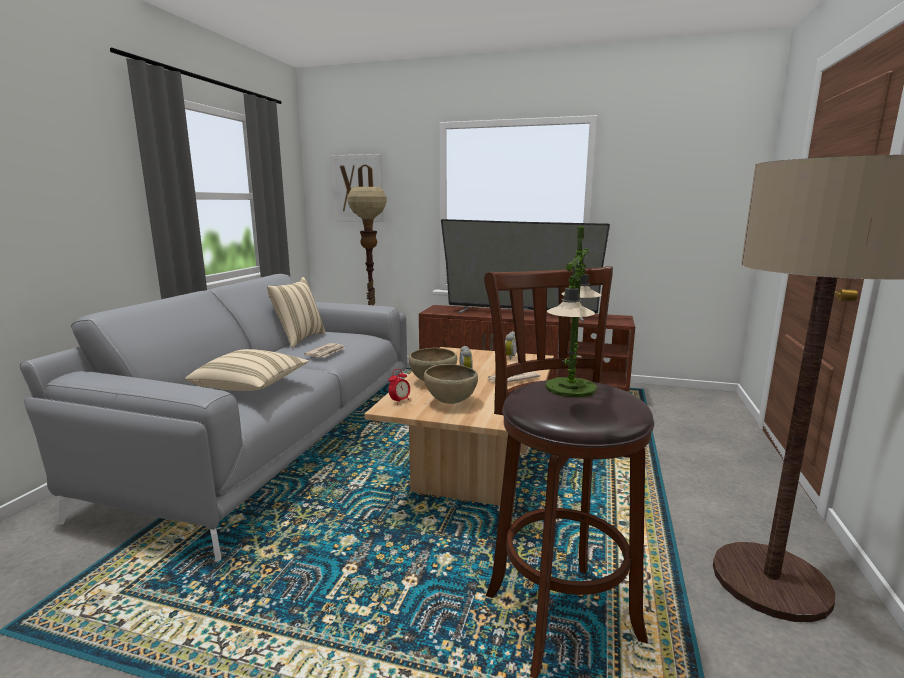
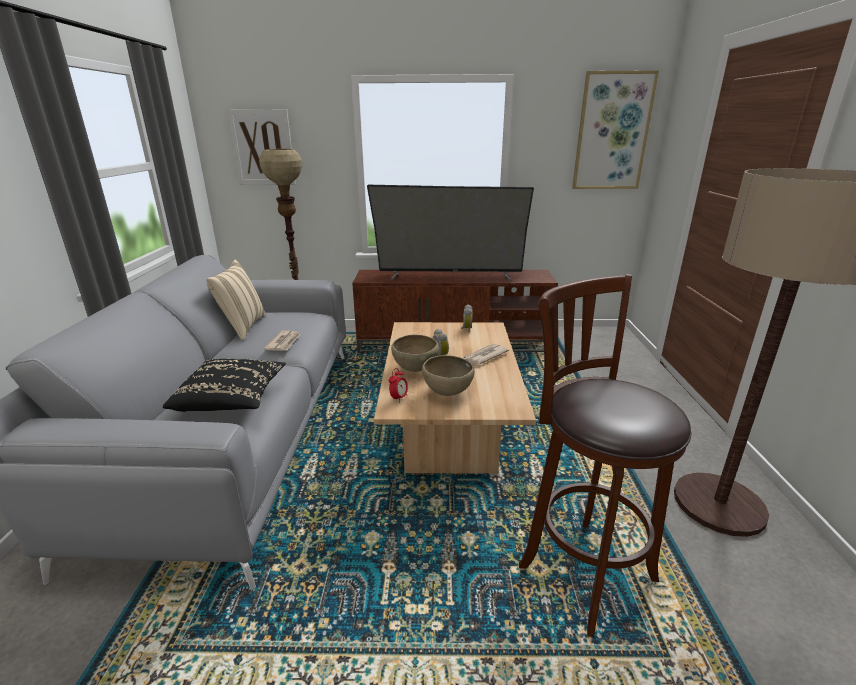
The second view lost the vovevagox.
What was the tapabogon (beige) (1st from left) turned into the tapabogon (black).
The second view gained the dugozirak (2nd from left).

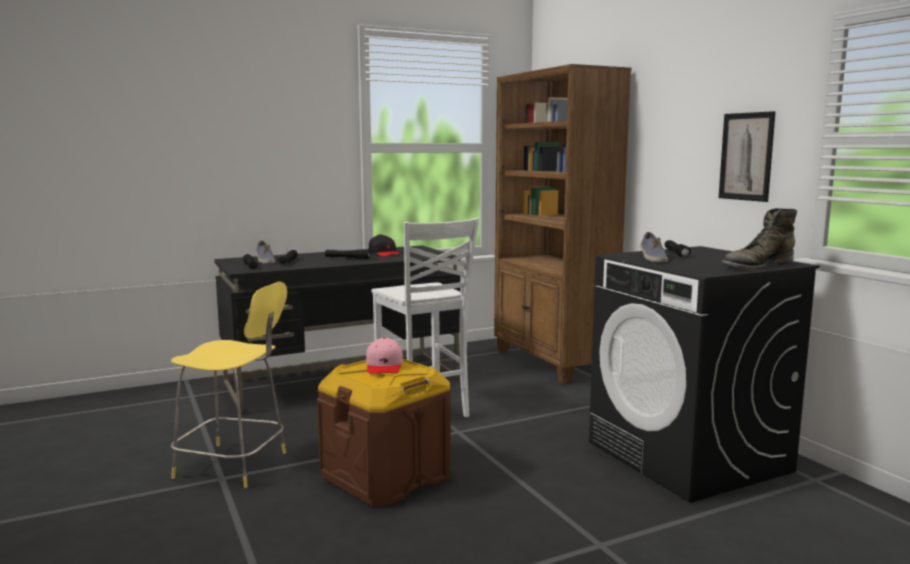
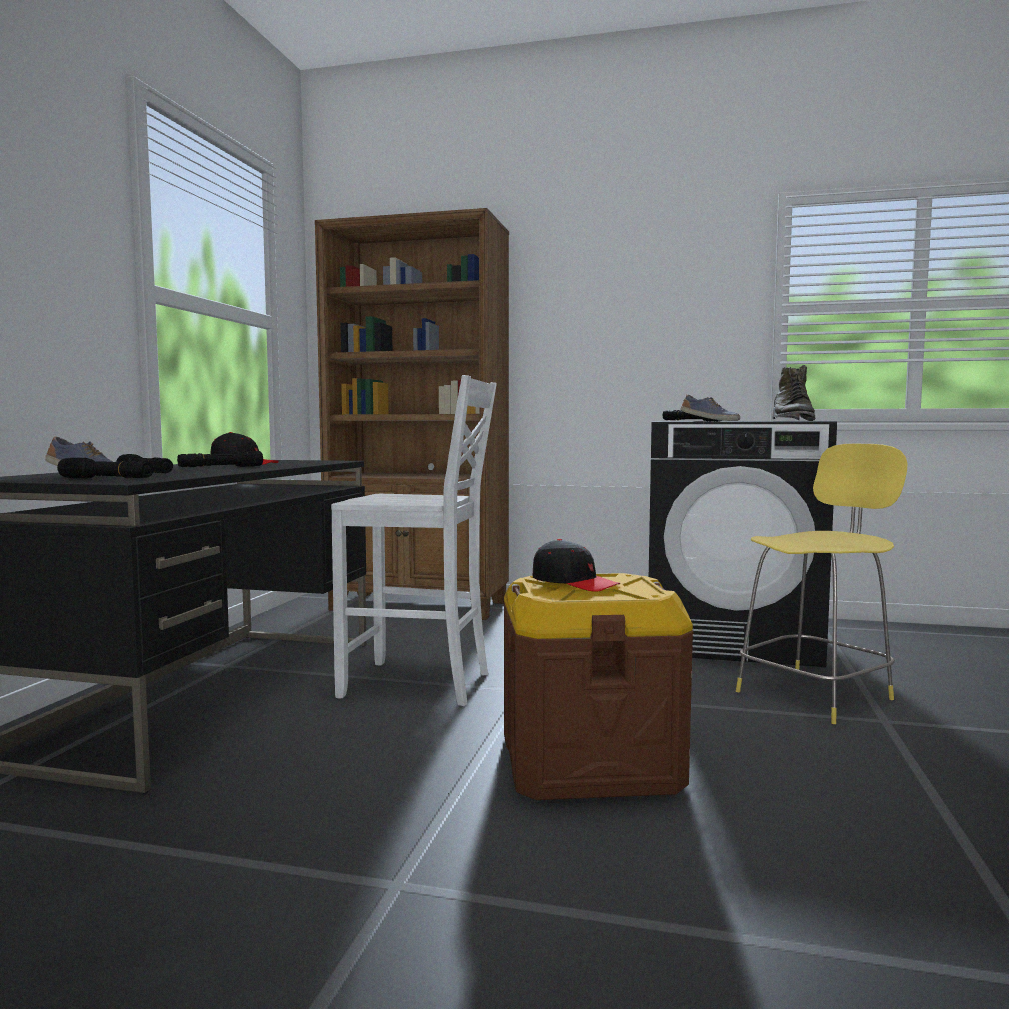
The second view lost the dugozirak.
The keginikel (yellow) ended up elsewhere.
What was the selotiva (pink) turned into the selotiva (black) (2nd from left).

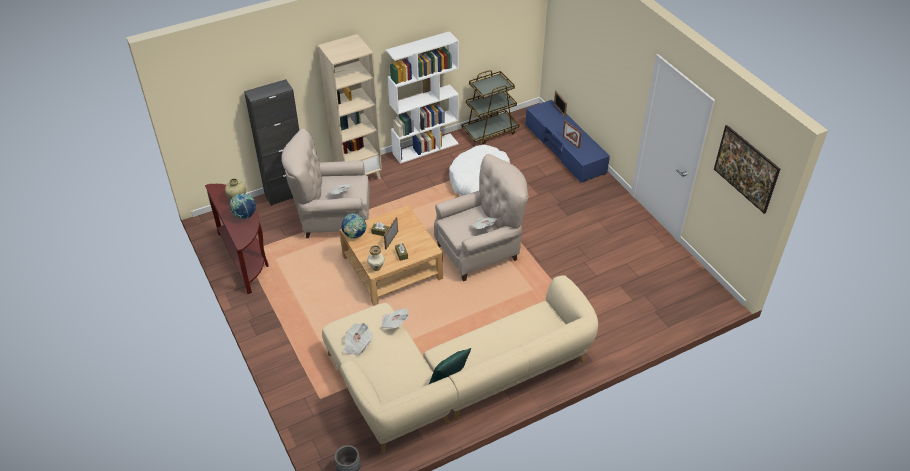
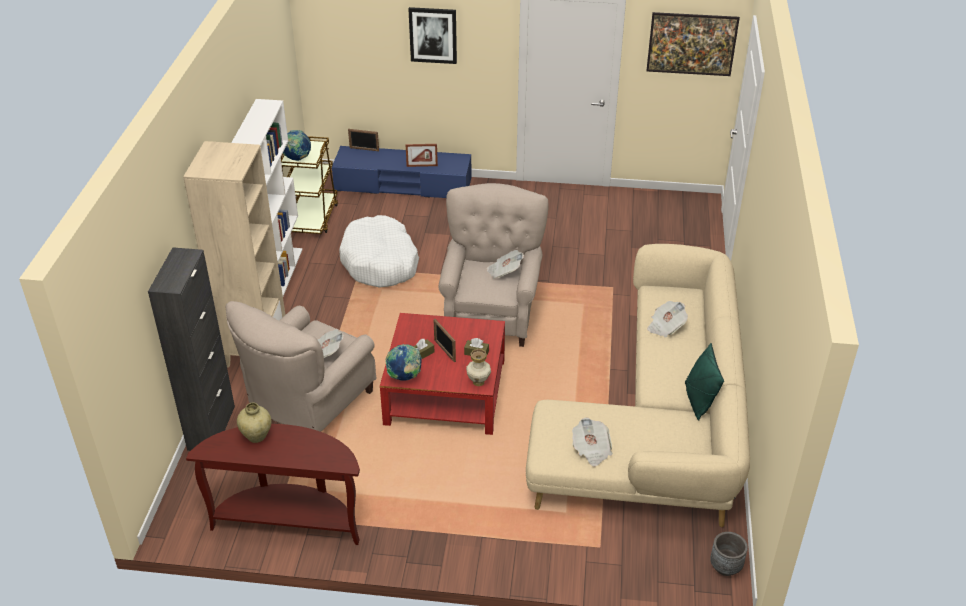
The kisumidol (1st from left) ended up elsewhere.
What was the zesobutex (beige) turned into the zesobutex (red).
The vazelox (3rd from left in the first image) ended up elsewhere.
The second view gained the dugozirak (1st from left).

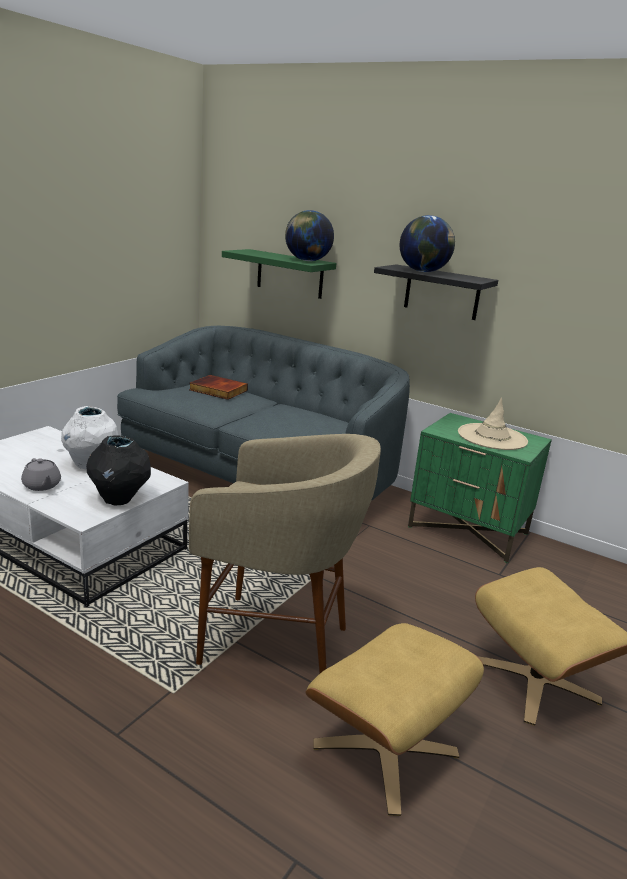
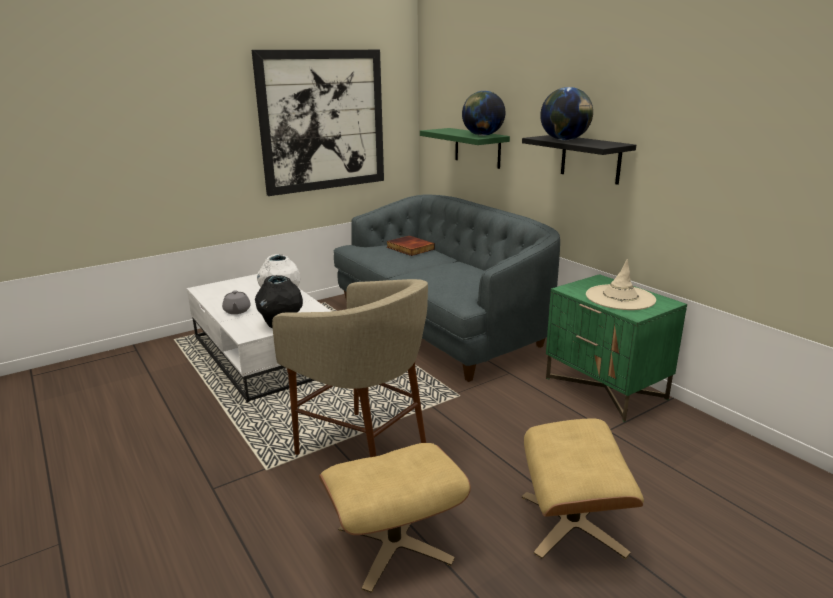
The second view gained the dugozirak.

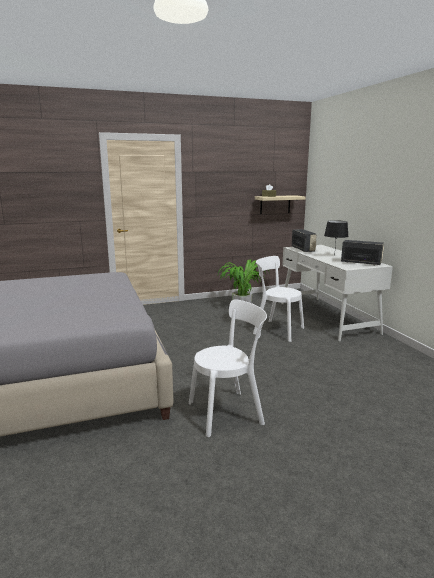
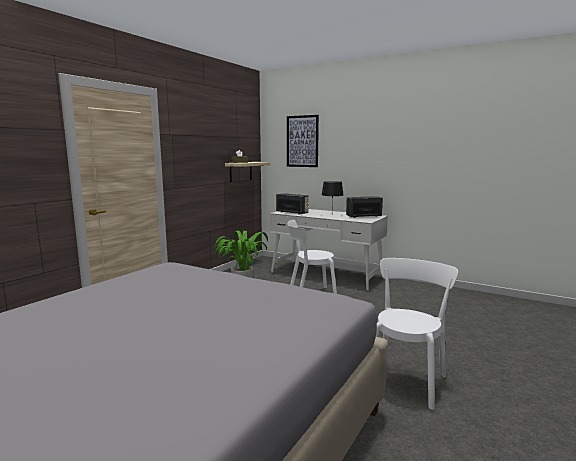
The second view gained the dugozirak.

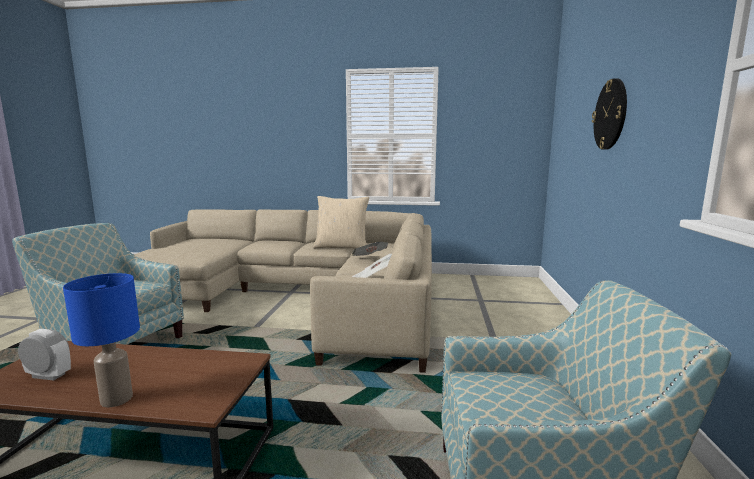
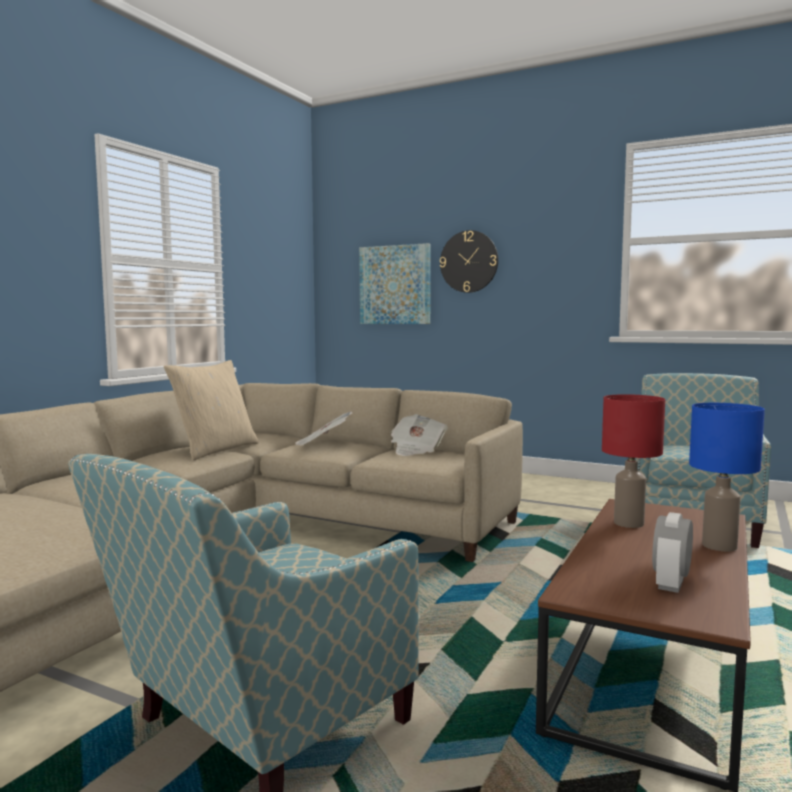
The second view gained the dugozirak.
The second view gained the vovevagox (red).

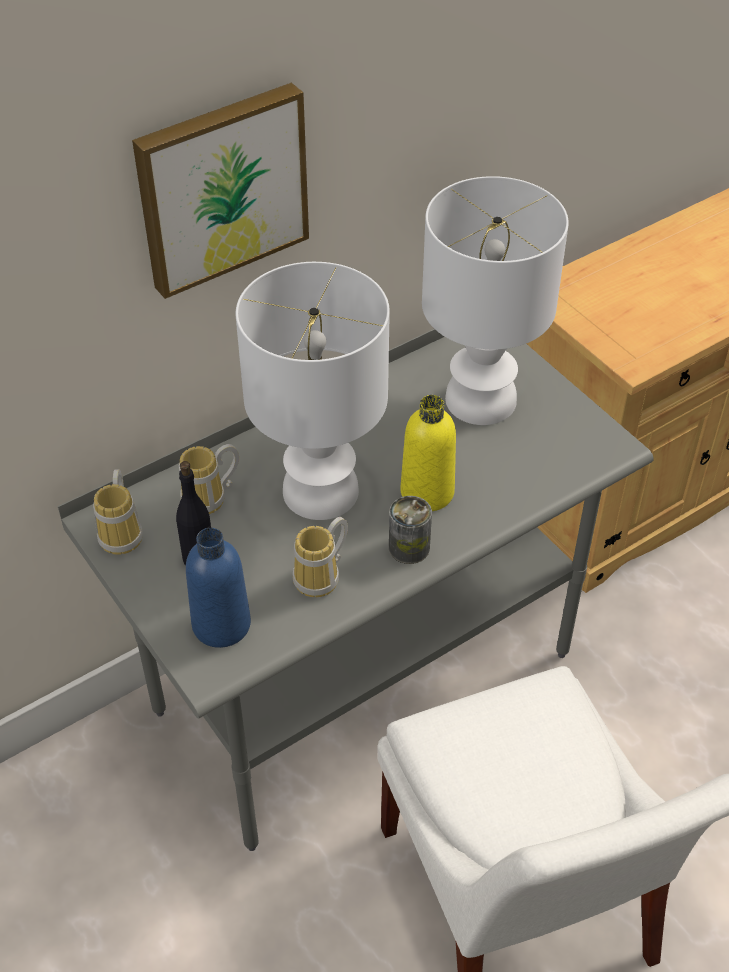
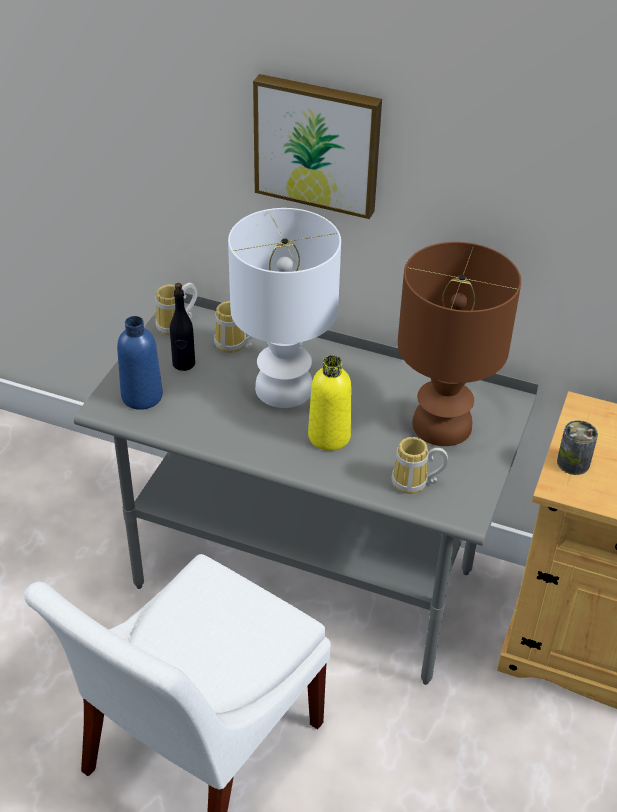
What was the vovevagox (white) (2nd from left) turned into the vovevagox (brown).
The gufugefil ended up elsewhere.
The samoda (3rd from left) ended up elsewhere.

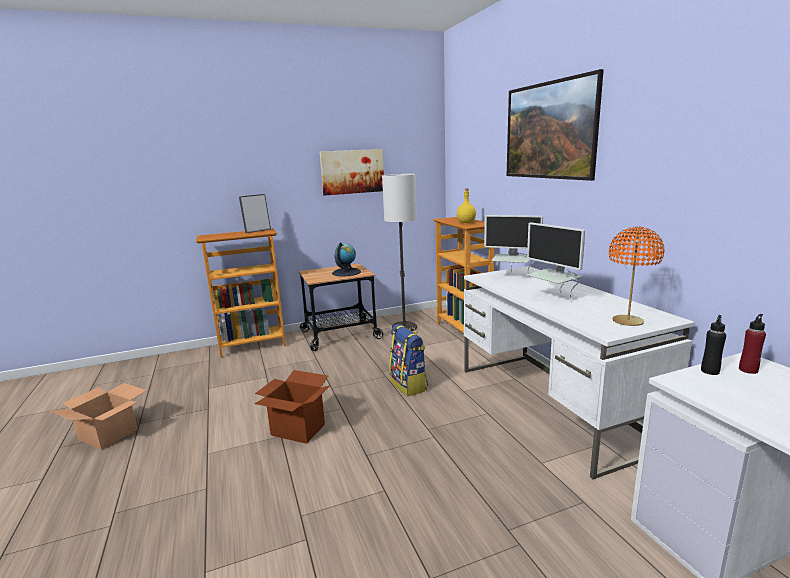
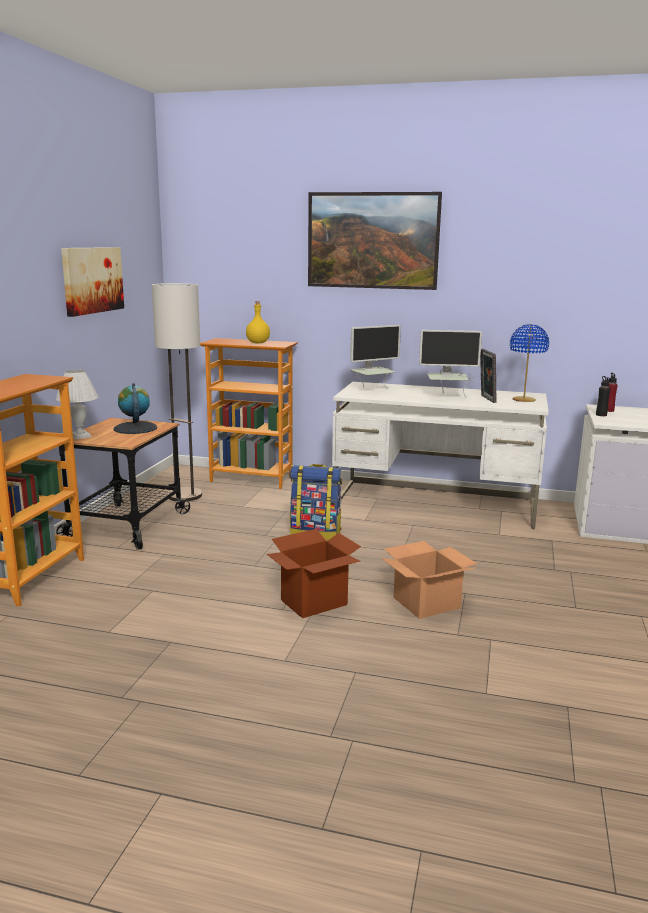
The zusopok ended up elsewhere.
What was the vovevagox (orange) turned into the vovevagox (blue).
The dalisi (1st from left in the first image) ended up elsewhere.
The second view gained the vovevagox (white).

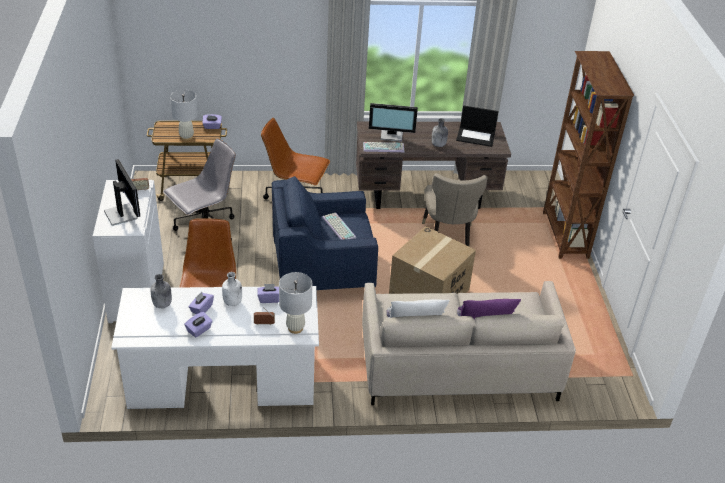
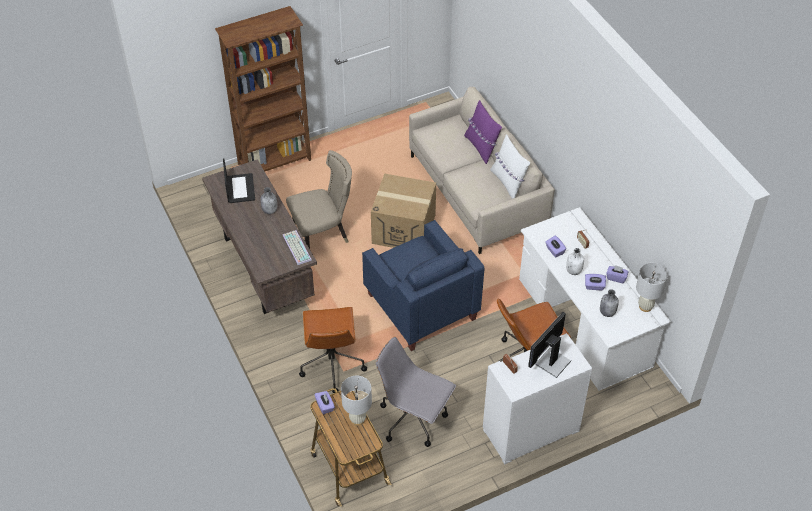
The second view lost the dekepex (2nd from left).
The second view lost the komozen (1st from left).
The vovevagox (white) (2nd from left) ended up elsewhere.

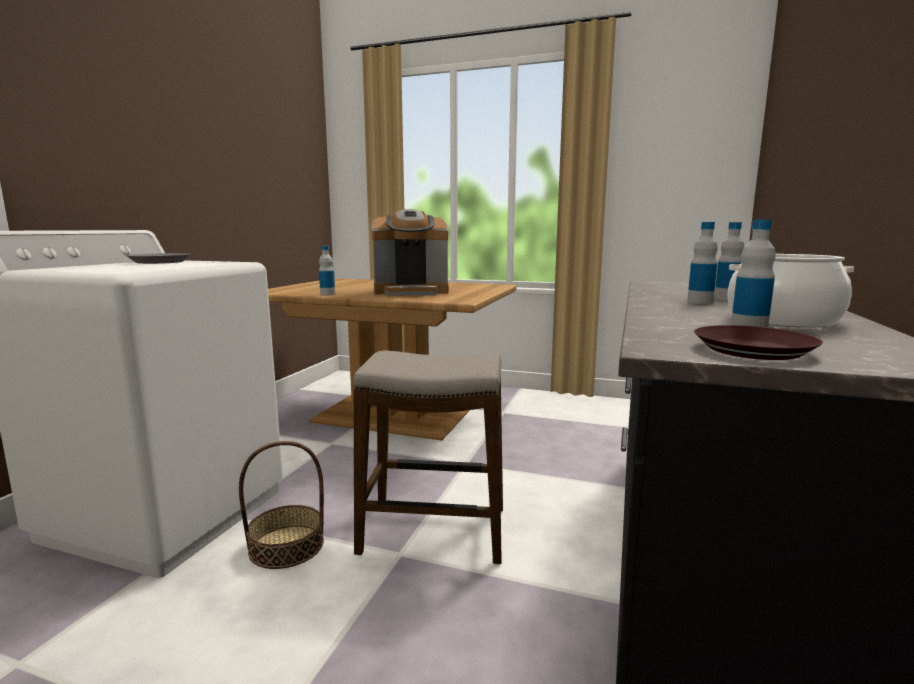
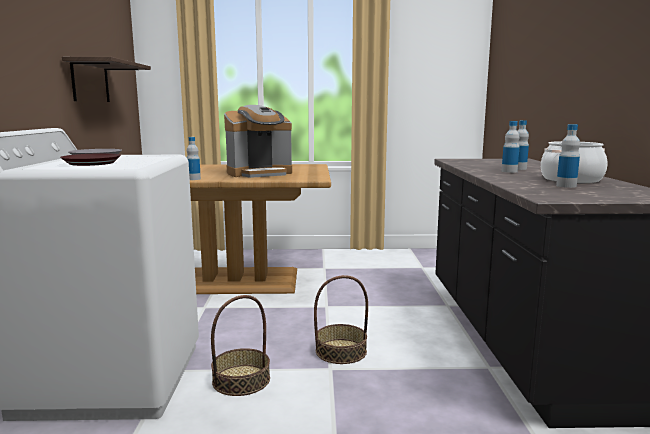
The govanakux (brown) ended up elsewhere.
Where the keginikel stood, the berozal (2nd from left) came to stand.
The second view gained the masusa.

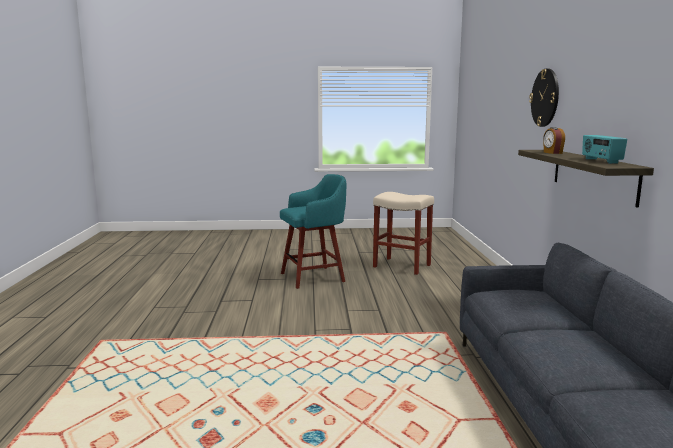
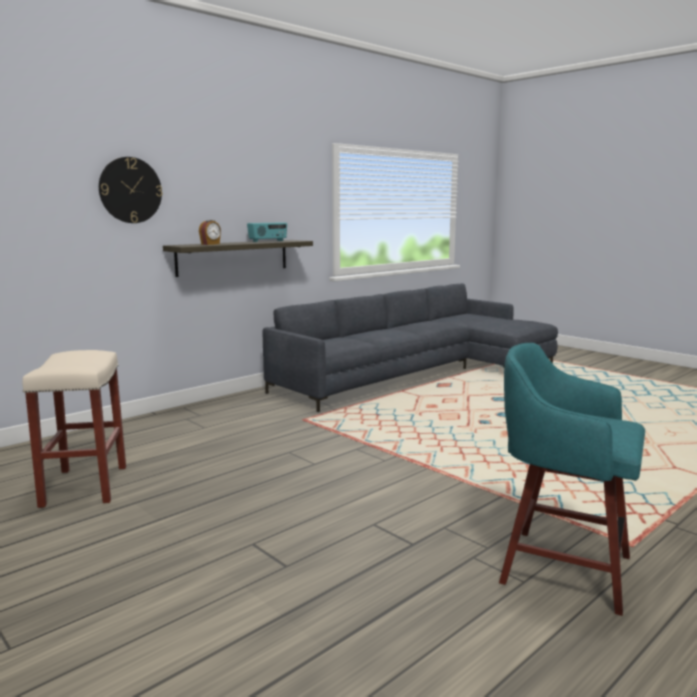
The keginikel (turquoise) ended up elsewhere.

